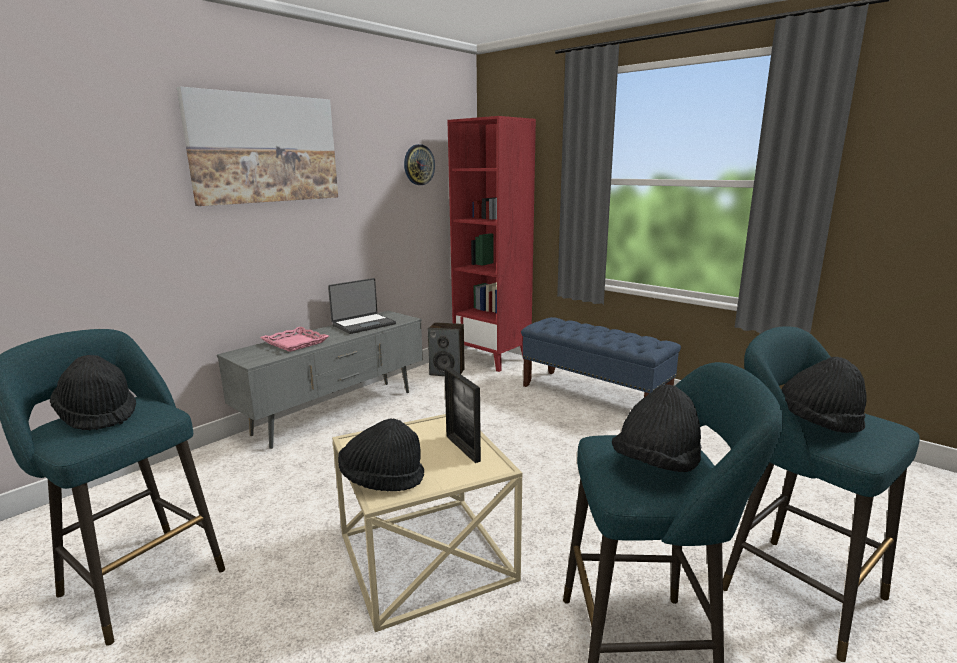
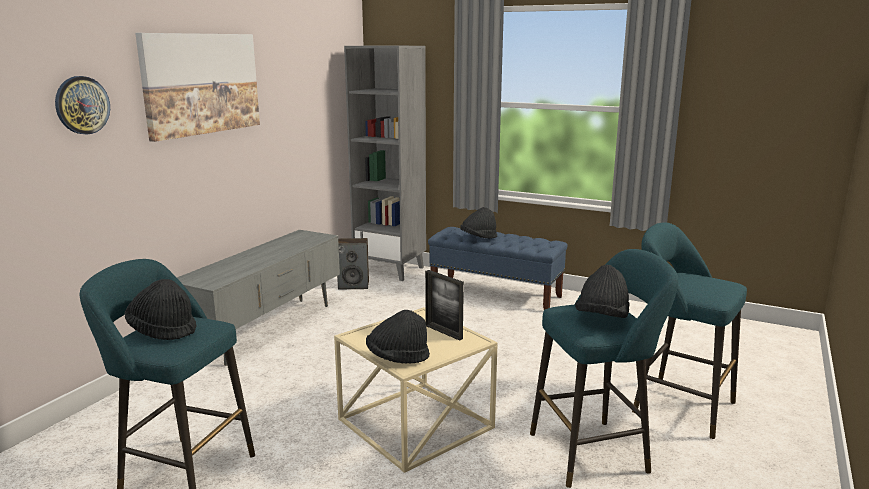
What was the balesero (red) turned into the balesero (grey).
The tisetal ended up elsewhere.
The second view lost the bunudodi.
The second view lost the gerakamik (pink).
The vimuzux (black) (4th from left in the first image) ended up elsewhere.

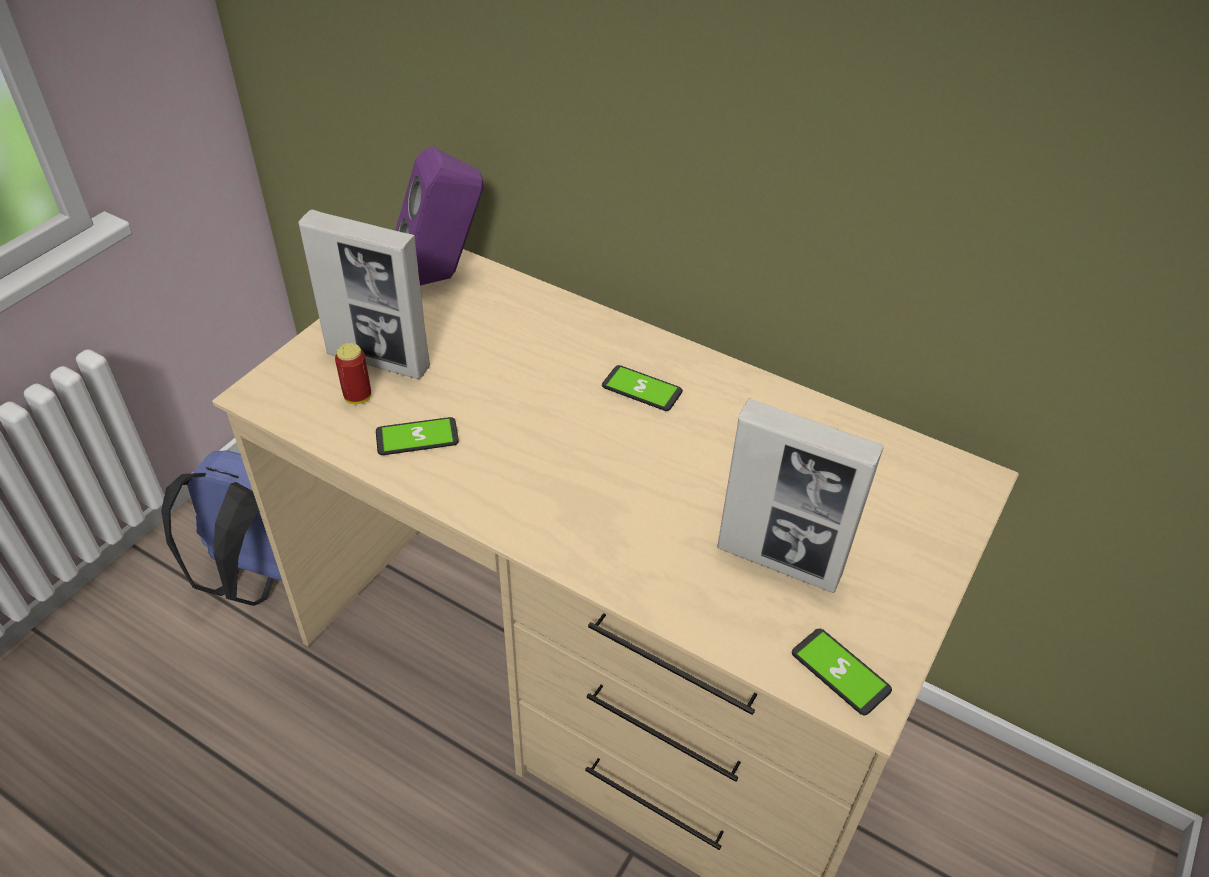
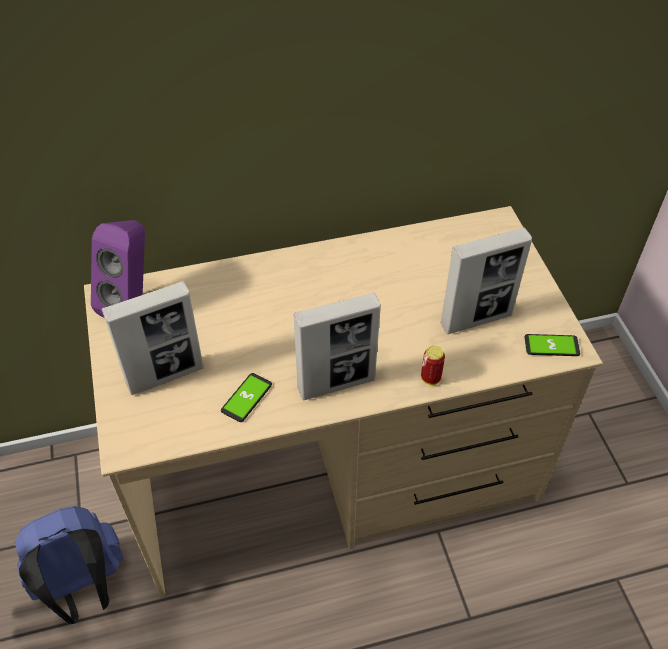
The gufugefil ended up elsewhere.
The second view lost the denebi (2nd from left).
The second view gained the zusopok (2nd from left).

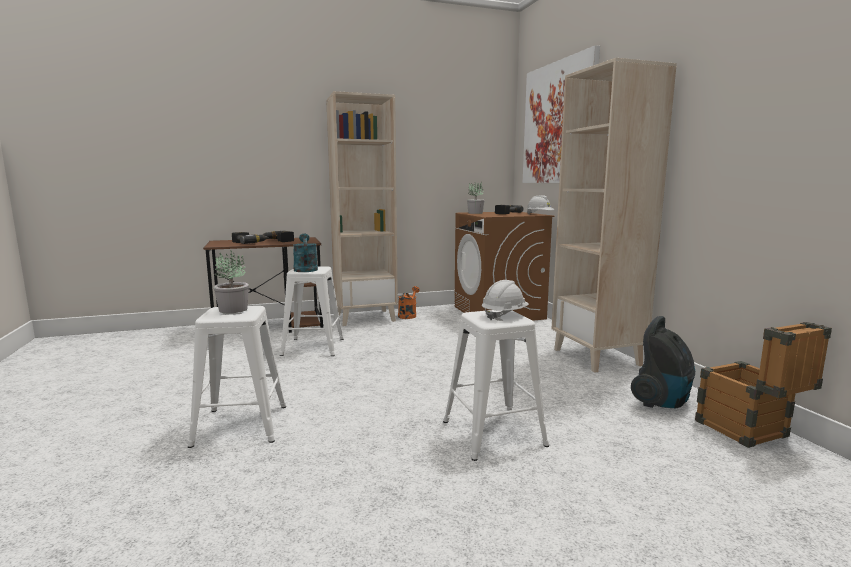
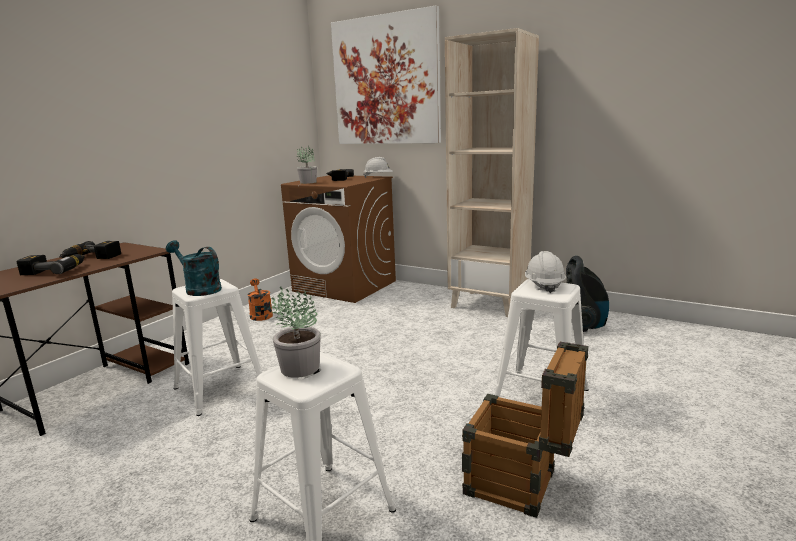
The second view lost the balesero (beige) (1st from left).
The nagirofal ended up elsewhere.

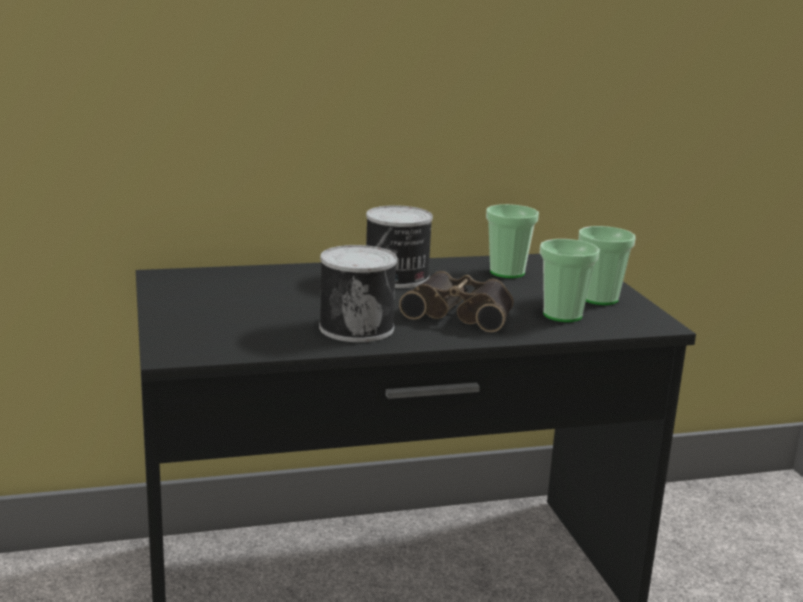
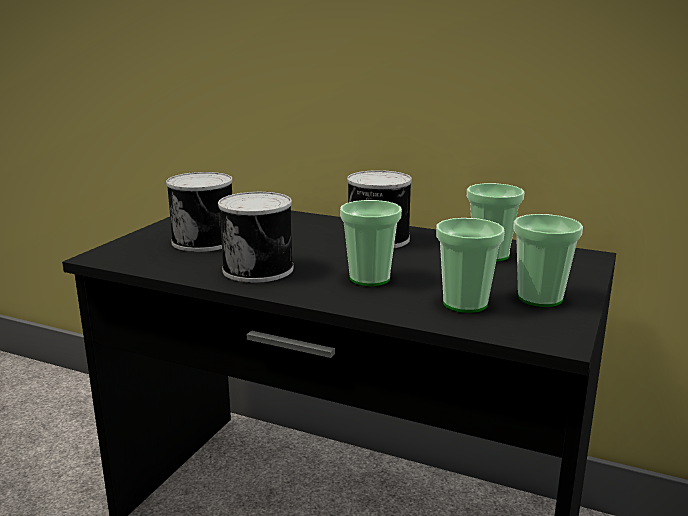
Where the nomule stood, the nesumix (1st from left) came to stand.
The second view gained the gufugefil (1st from left).

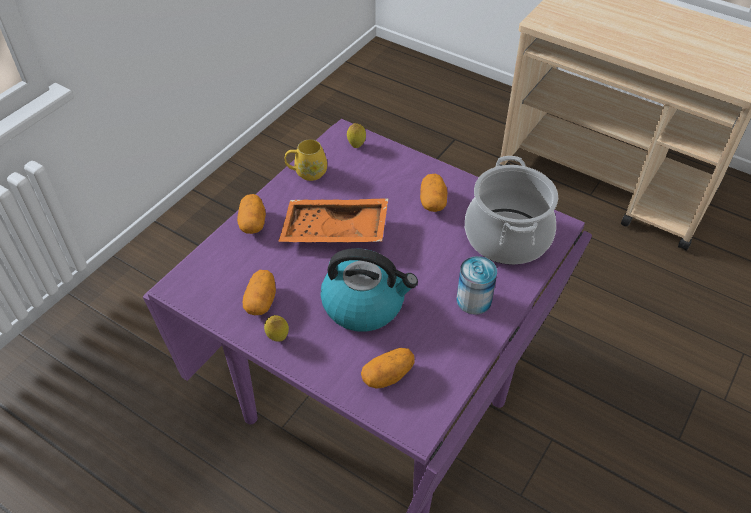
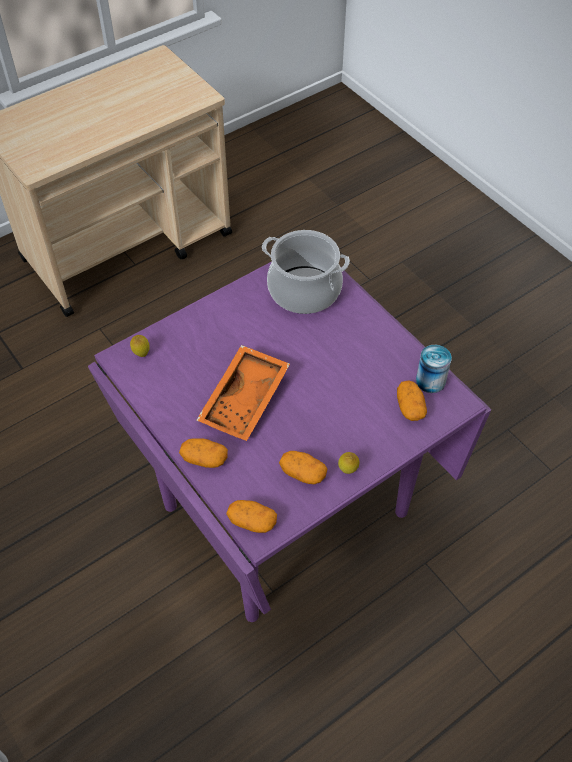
The second view lost the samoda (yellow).
The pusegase (4th from left in the first image) ended up elsewhere.
The second view lost the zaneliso.
The gufugefil ended up elsewhere.

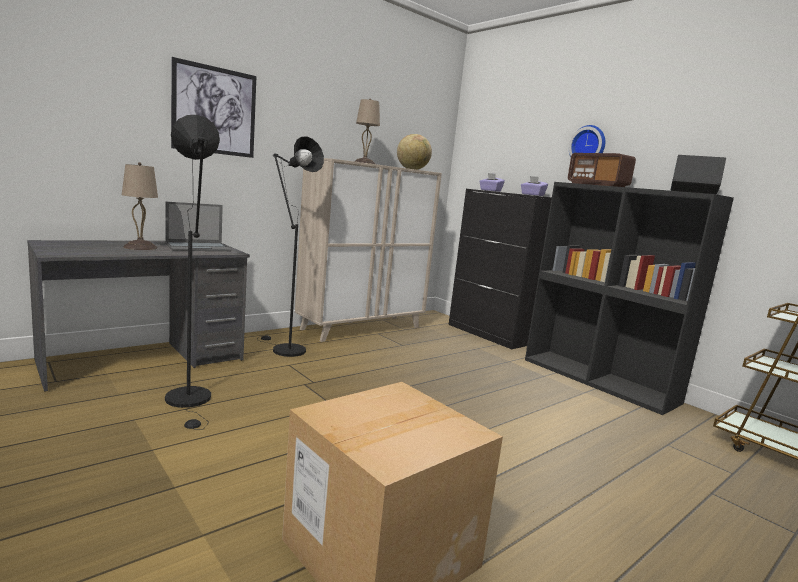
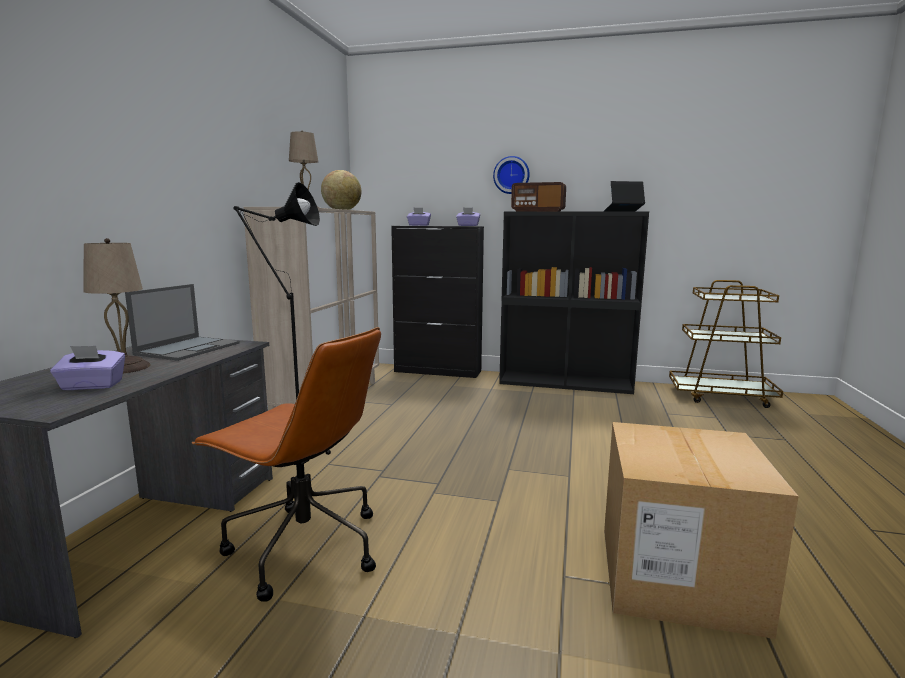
The second view lost the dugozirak.
Where the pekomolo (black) (1st from left) stood, the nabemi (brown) came to stand.
The second view gained the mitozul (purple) (1st from left).

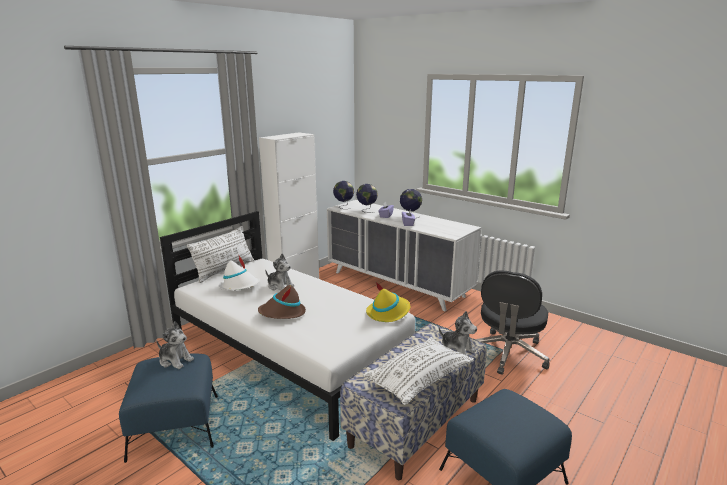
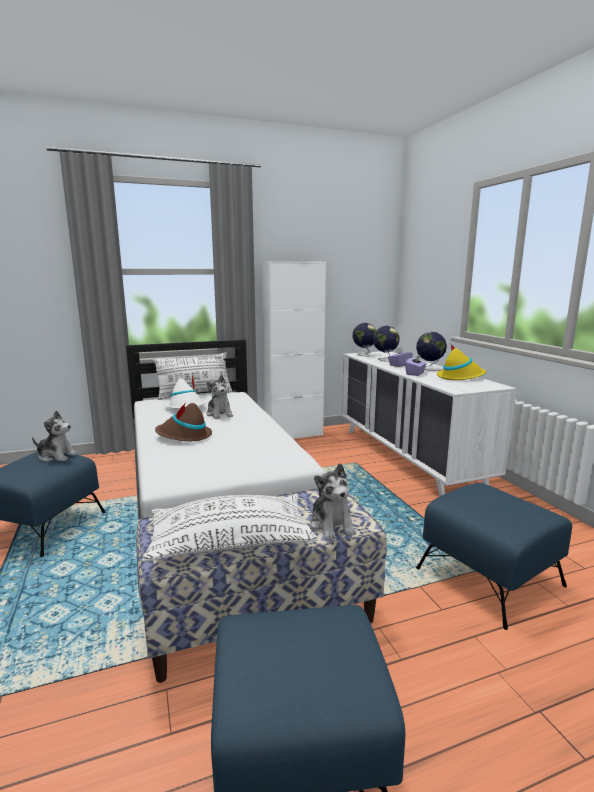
Where the nabemi (black) stood, the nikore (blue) (3rd from left) came to stand.
The vimuzux (yellow) ended up elsewhere.
The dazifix (1st from left) ended up facing another way, 45 degrees counterclockwise from before.

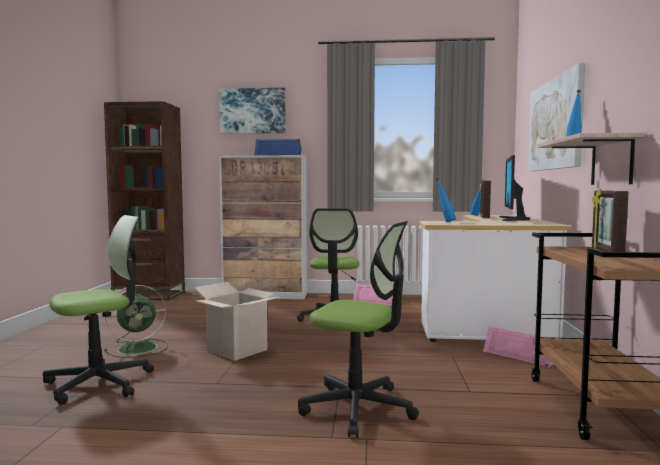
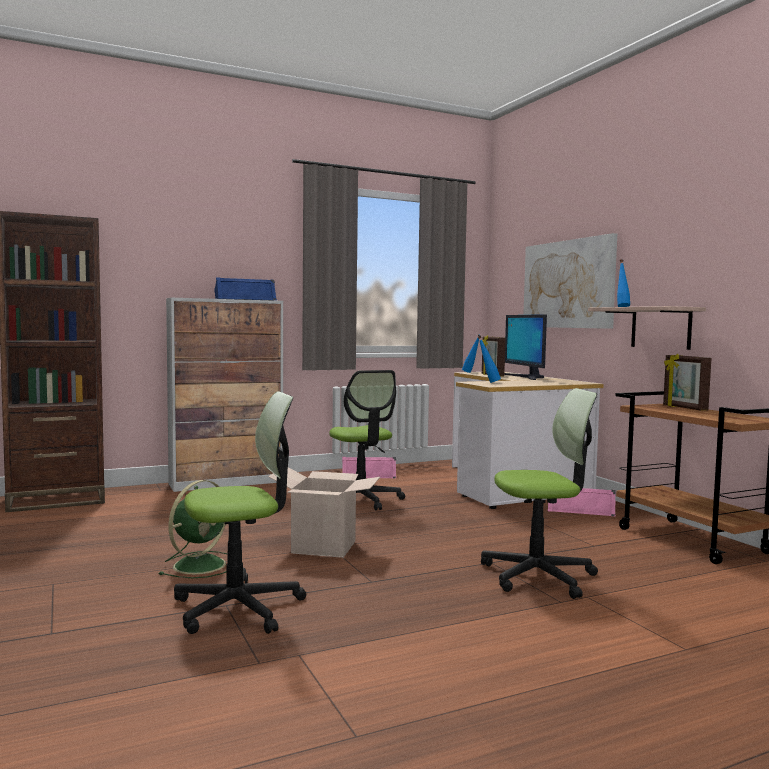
The second view lost the dugozirak (1st from left).
The nabemi (1st from left) ended up facing another way, 45 degrees clockwise from before.

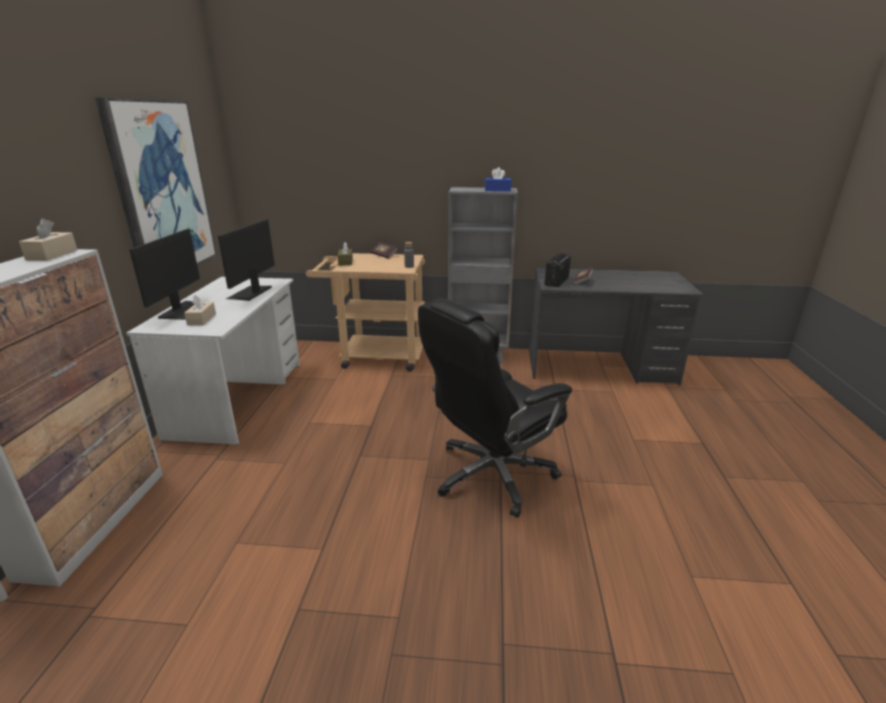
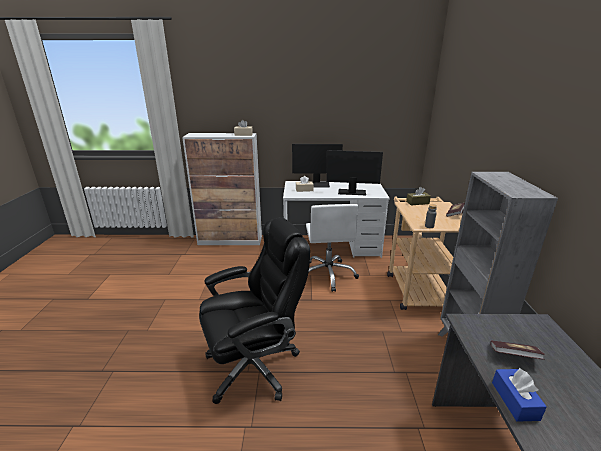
The second view lost the dugozirak.
The mitozul (blue) ended up elsewhere.
The second view lost the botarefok.
The nabemi (black) ended up facing another way, 105 degrees clockwise from before.
The second view gained the nabemi (white).

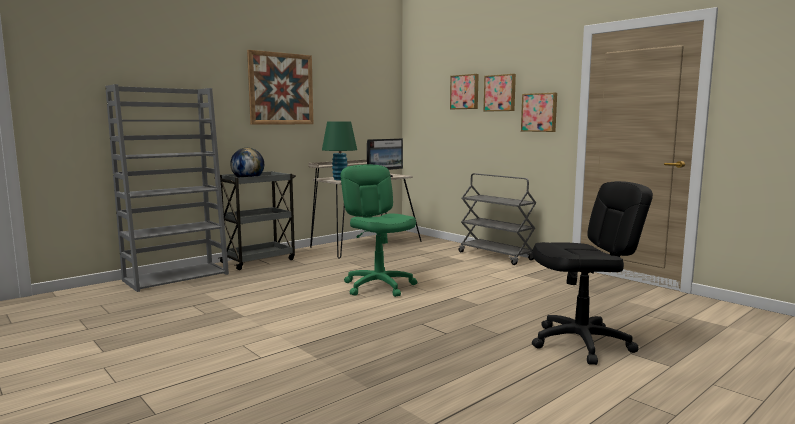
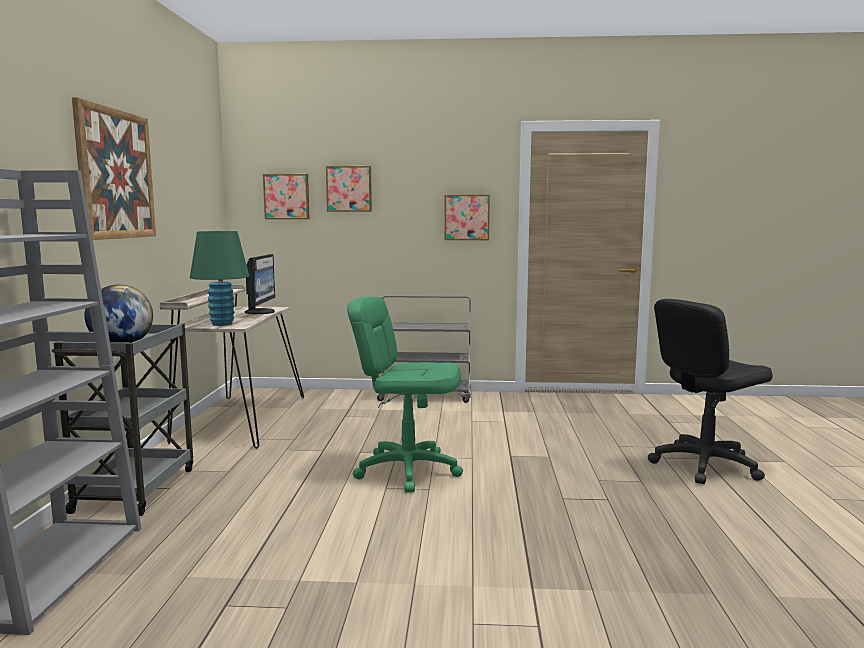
The dugozirak (3rd from left in the first image) ended up elsewhere.
The nabemi (black) ended up facing another way, 150 degrees counterclockwise from before.

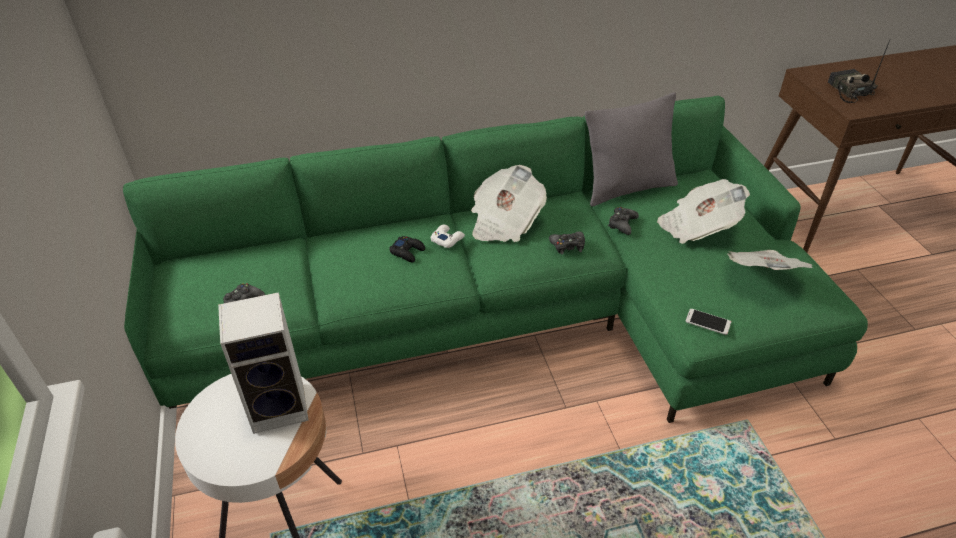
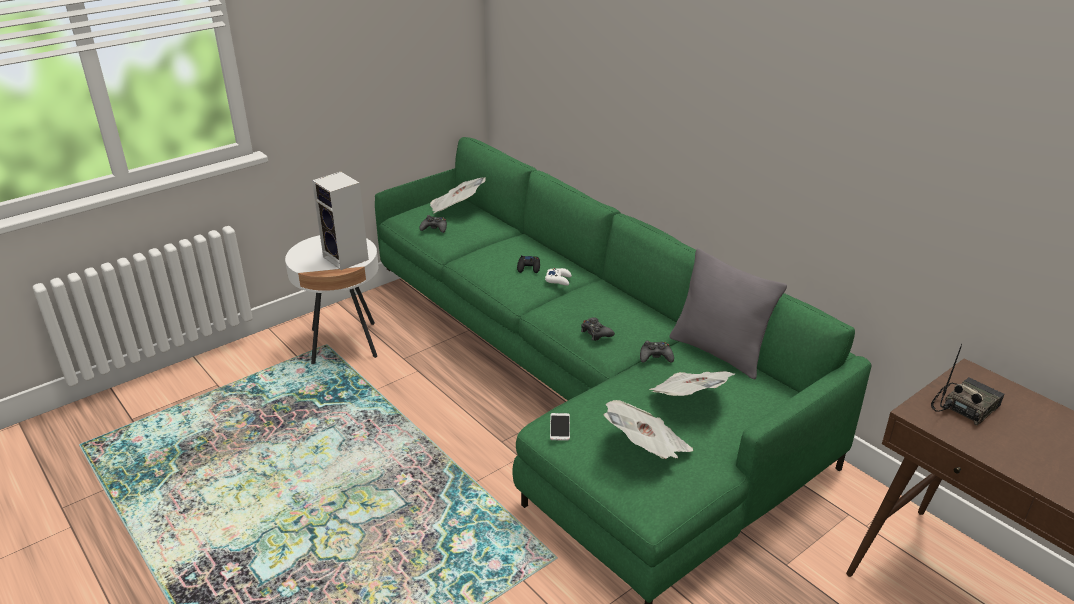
The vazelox (1st from left) ended up elsewhere.

